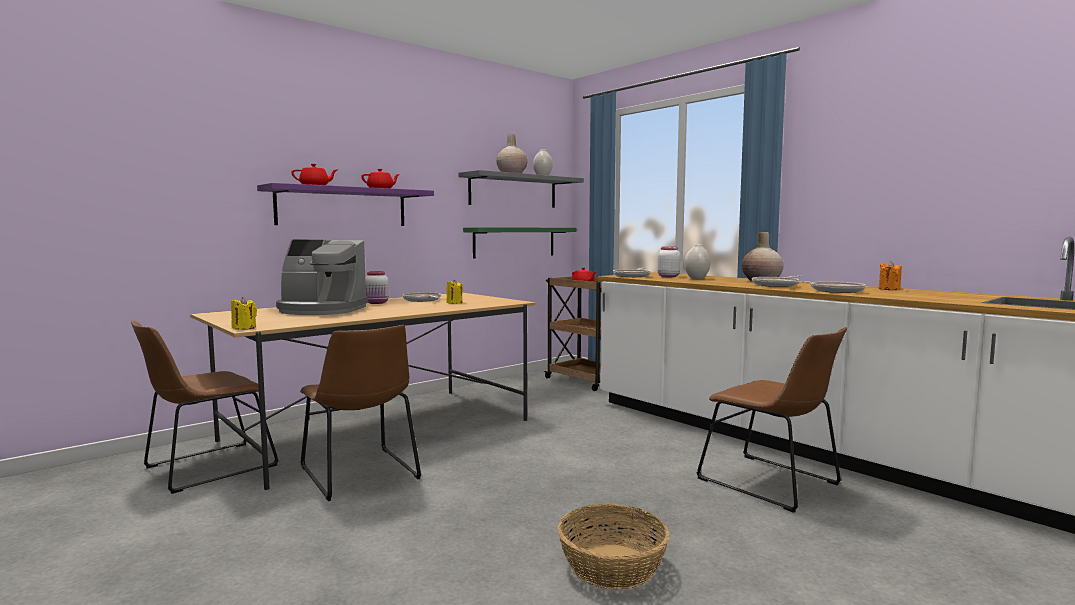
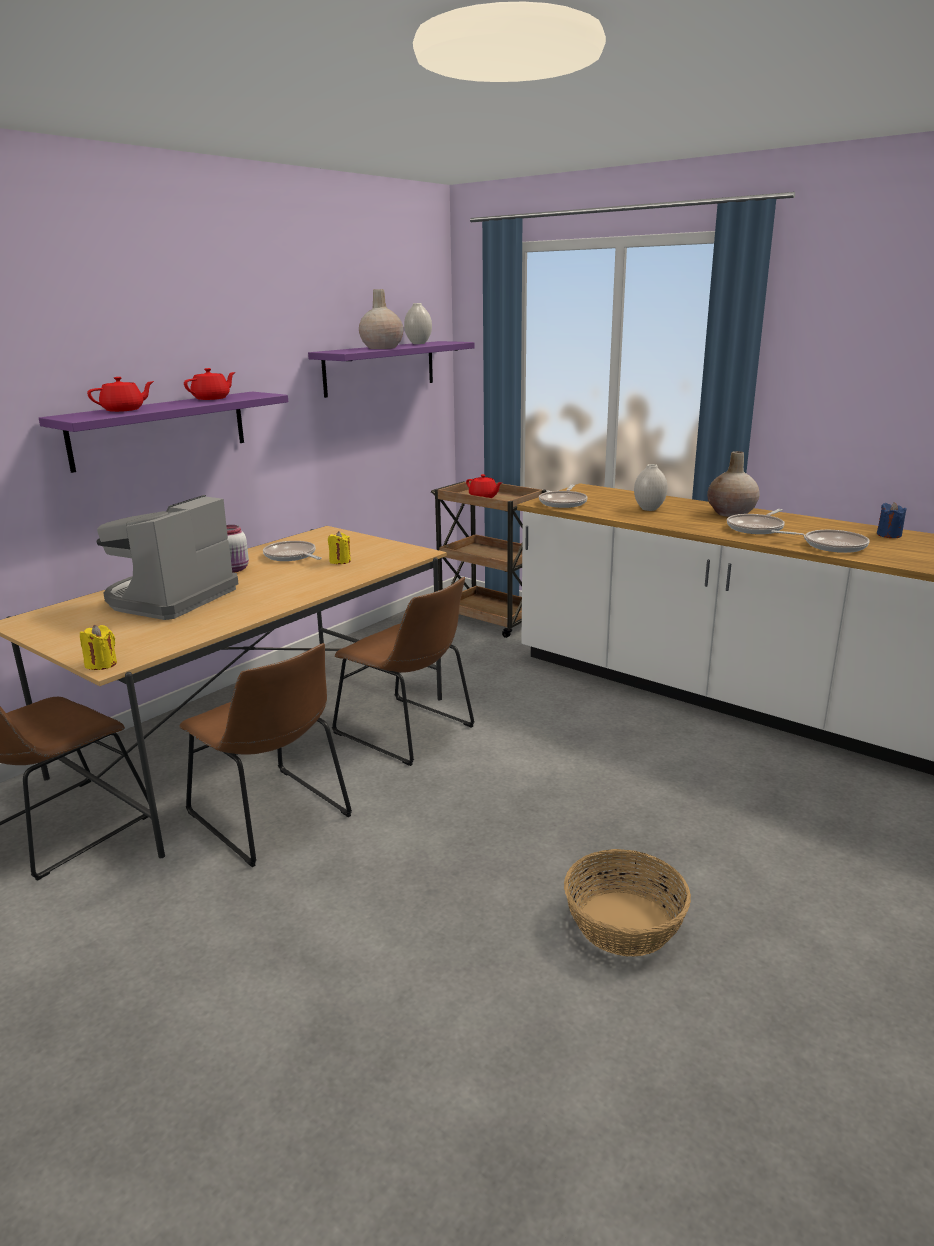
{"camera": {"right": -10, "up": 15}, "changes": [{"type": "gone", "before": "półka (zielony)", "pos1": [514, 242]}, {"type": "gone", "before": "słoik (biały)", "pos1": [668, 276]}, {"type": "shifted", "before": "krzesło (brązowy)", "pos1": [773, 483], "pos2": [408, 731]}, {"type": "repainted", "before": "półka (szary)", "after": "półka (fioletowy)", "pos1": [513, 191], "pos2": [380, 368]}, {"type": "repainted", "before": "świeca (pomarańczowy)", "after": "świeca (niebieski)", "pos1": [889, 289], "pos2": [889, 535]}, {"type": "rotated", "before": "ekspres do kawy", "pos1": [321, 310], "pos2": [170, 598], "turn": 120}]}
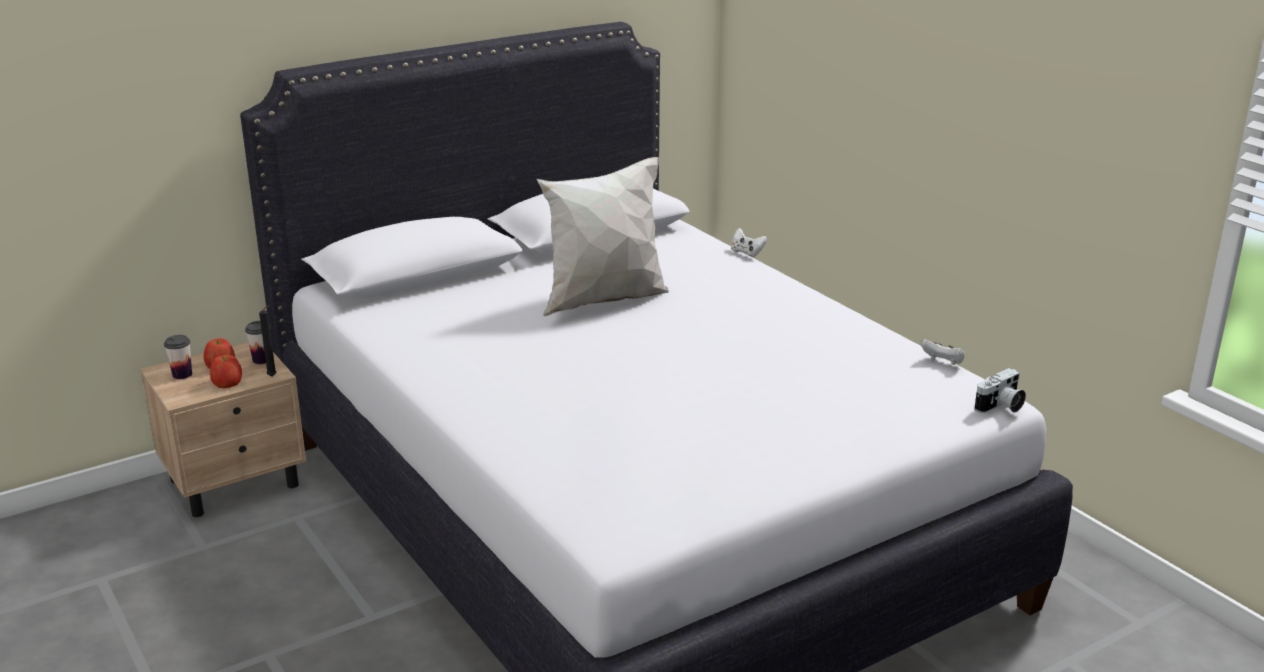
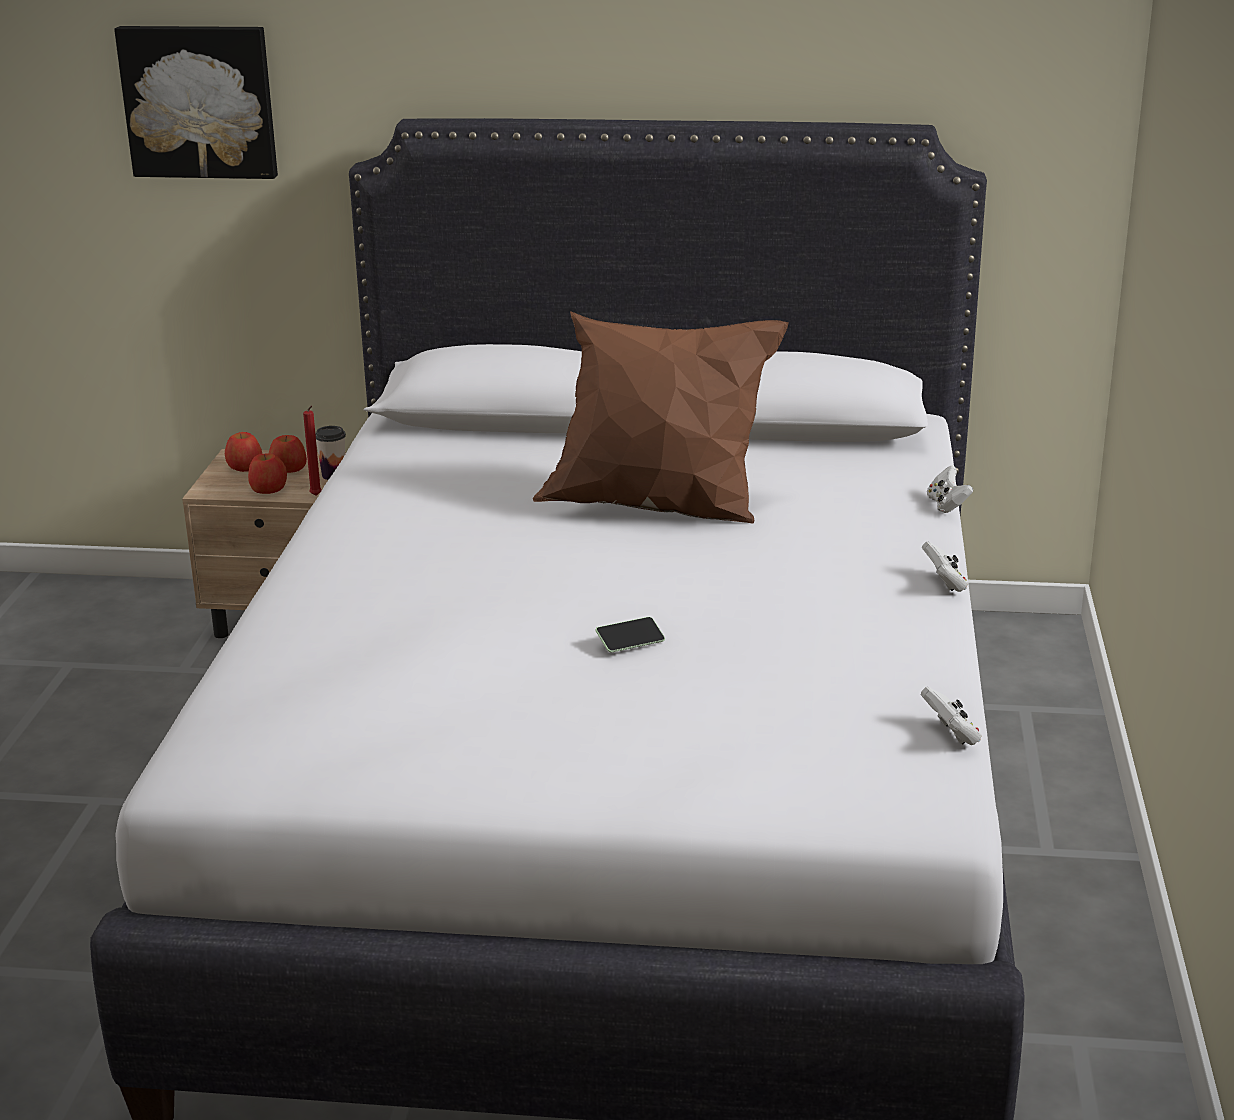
{"camera": {"right": 40, "up": 0}, "changes": [{"type": "gone", "before": "aparat fotograficzny", "pos1": [1000, 407]}, {"type": "new", "after": "obraz", "pos2": [200, 101]}, {"type": "new", "after": "telefon", "pos2": [630, 643]}, {"type": "new", "after": "pad do gier (biały)", "pos2": [944, 584]}, {"type": "swapped", "before": "filiżanka", "after": "jabłko", "pos1": [182, 374], "pos2": [245, 467]}, {"type": "repainted", "before": "świeca (czarny)", "after": "świeca (czerwony)", "pos1": [273, 376], "pos2": [316, 496]}, {"type": "repainted", "before": "poduszka (biały)", "after": "poduszka (brązowy)", "pos1": [605, 301], "pos2": [660, 509]}]}
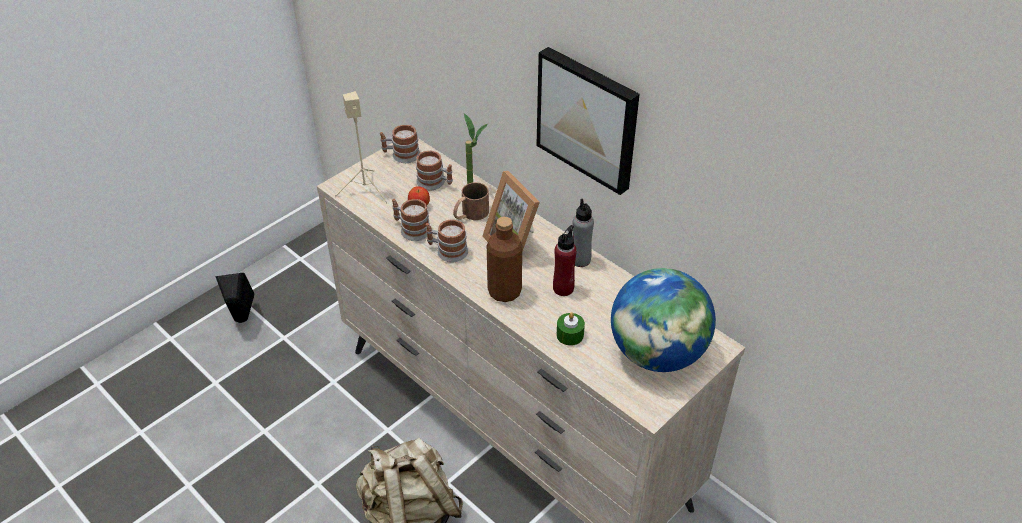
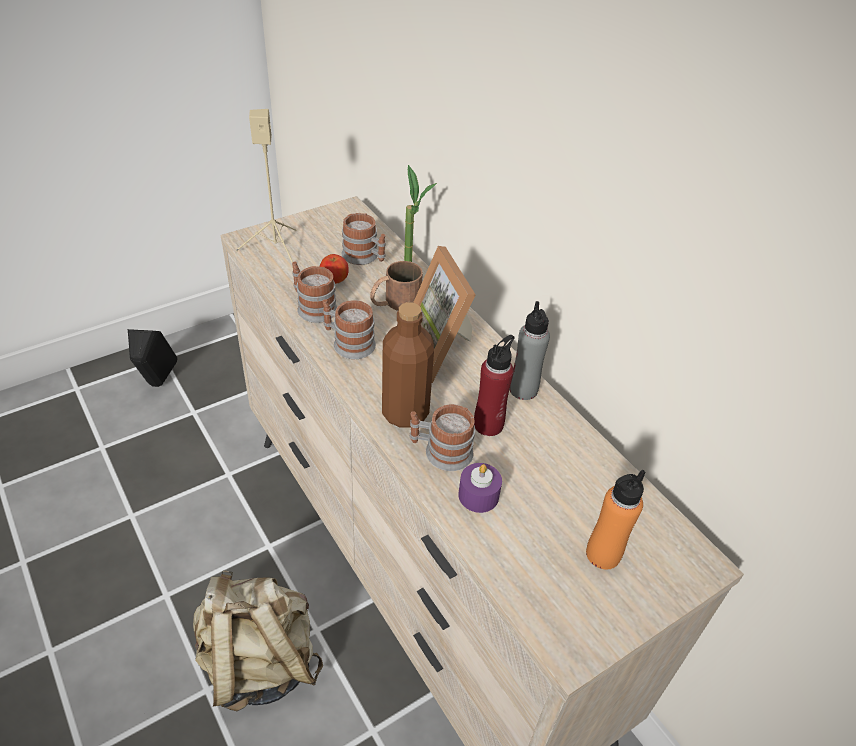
{"camera": {"right": 10, "up": 0}, "changes": [{"type": "gone", "before": "obraz", "pos1": [589, 118]}, {"type": "shifted", "before": "kubek", "pos1": [401, 155], "pos2": [440, 451]}, {"type": "swapped", "before": "globus", "after": "butelka (pomarańczowy)", "pos1": [657, 353], "pos2": [602, 554]}, {"type": "repainted", "before": "świeca (zielony)", "after": "świeca (fioletowy)", "pos1": [570, 335], "pos2": [478, 495]}]}
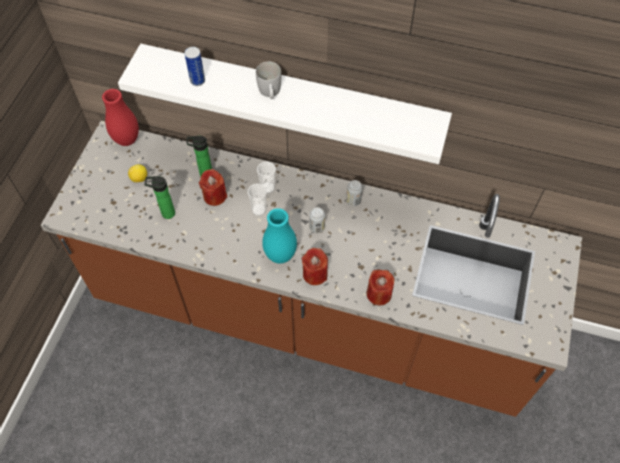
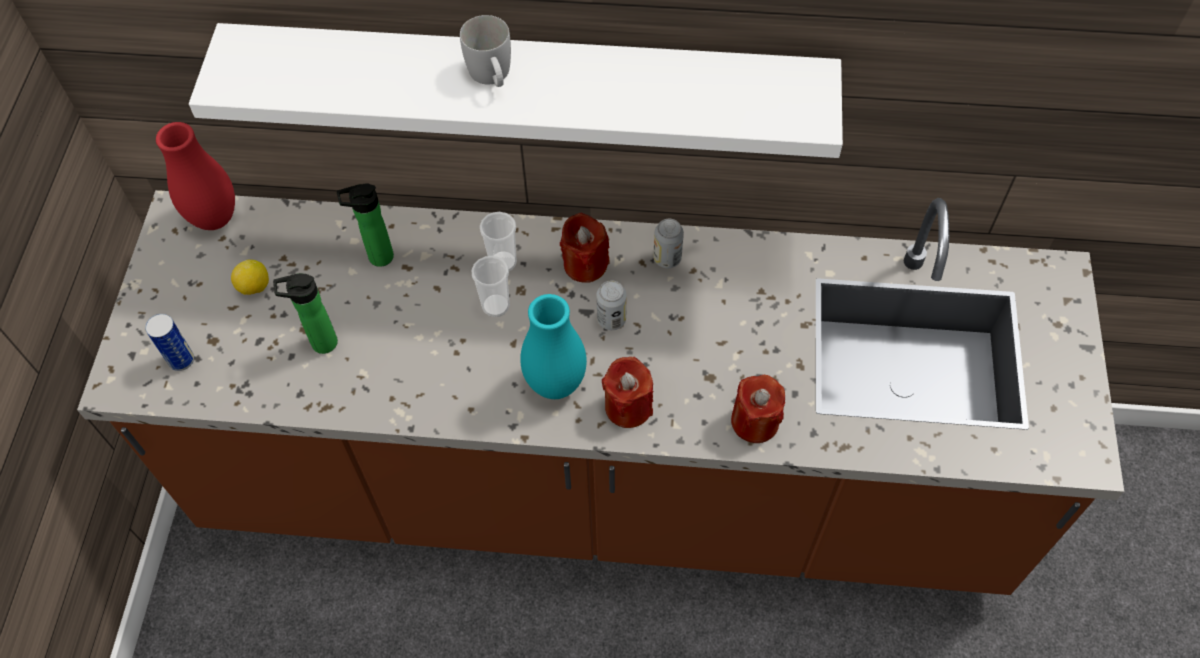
{"camera": {"right": -10, "up": 0}, "changes": [{"type": "shifted", "before": "puszka", "pos1": [197, 81], "pos2": [181, 360]}, {"type": "shifted", "before": "świeca (czerwony)", "pos1": [215, 196], "pos2": [585, 264]}]}
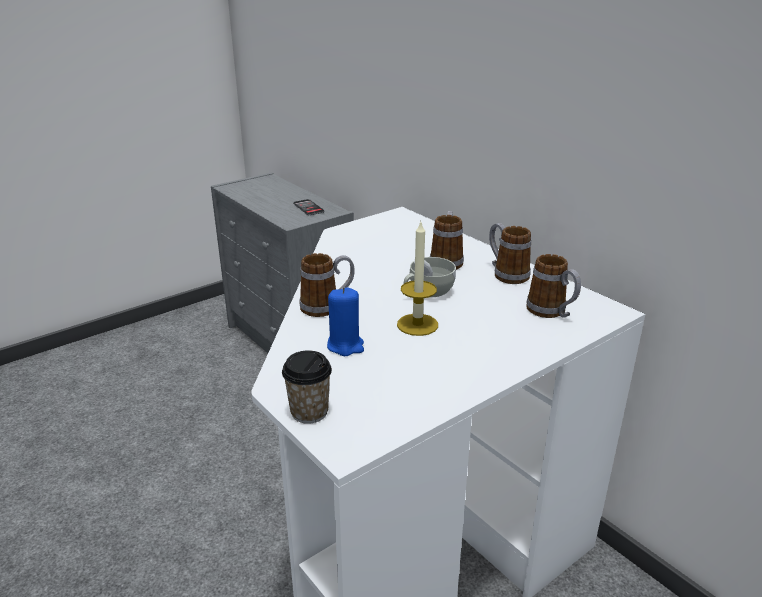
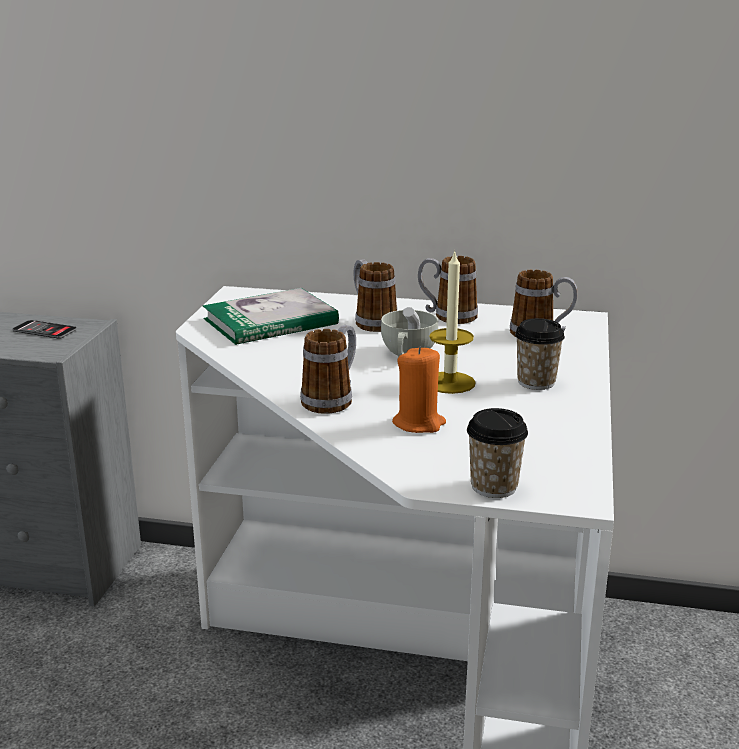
{"camera": {"right": -40, "up": -5}, "changes": [{"type": "new", "after": "książka", "pos2": [270, 321]}, {"type": "new", "after": "filiżanka", "pos2": [536, 382]}, {"type": "repainted", "before": "świeca (niebieski)", "after": "świeca (pomarańczowy)", "pos1": [345, 346], "pos2": [419, 424]}]}
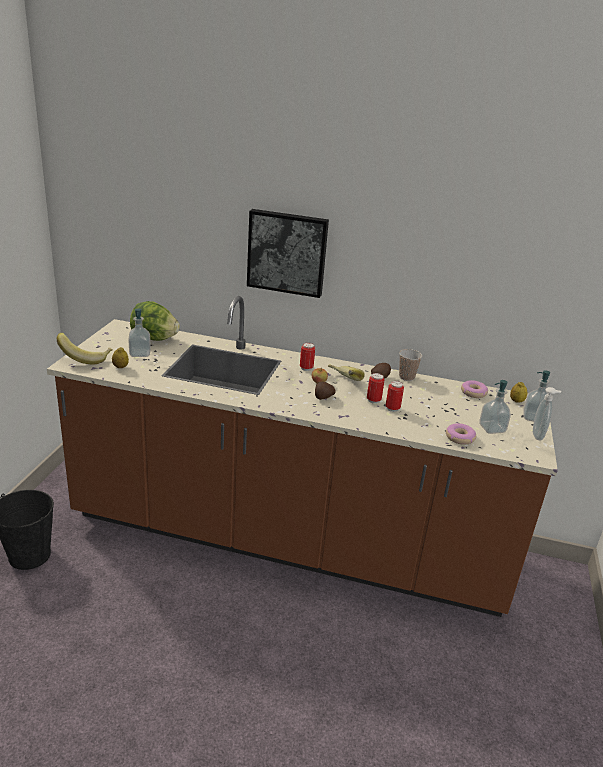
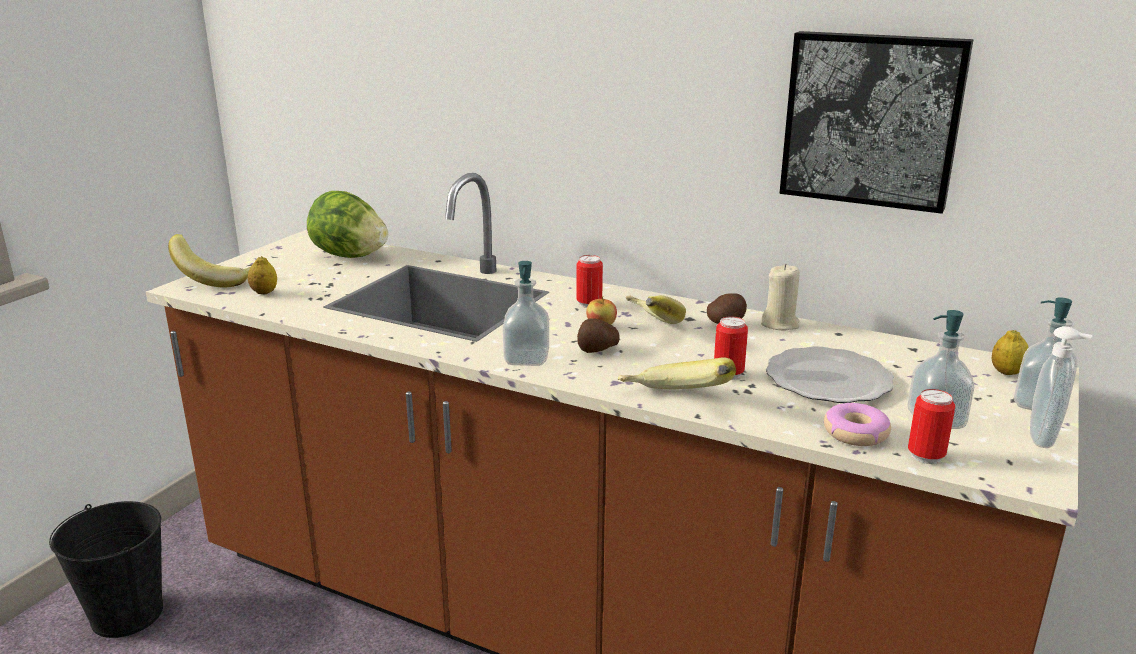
{"camera": {"right": 15, "up": -5}, "changes": [{"type": "gone", "before": "donut", "pos1": [473, 393]}, {"type": "new", "after": "banan", "pos2": [674, 402]}, {"type": "new", "after": "talerz", "pos2": [829, 379]}, {"type": "shifted", "before": "dozownik mydła", "pos1": [140, 353], "pos2": [526, 358]}, {"type": "shifted", "before": "obraz", "pos1": [287, 252], "pos2": [872, 119]}, {"type": "shifted", "before": "puszka", "pos1": [373, 400], "pos2": [925, 456]}, {"type": "swapped", "before": "filiżanka", "after": "świeca (beżowy)", "pos1": [406, 377], "pos2": [780, 324]}]}
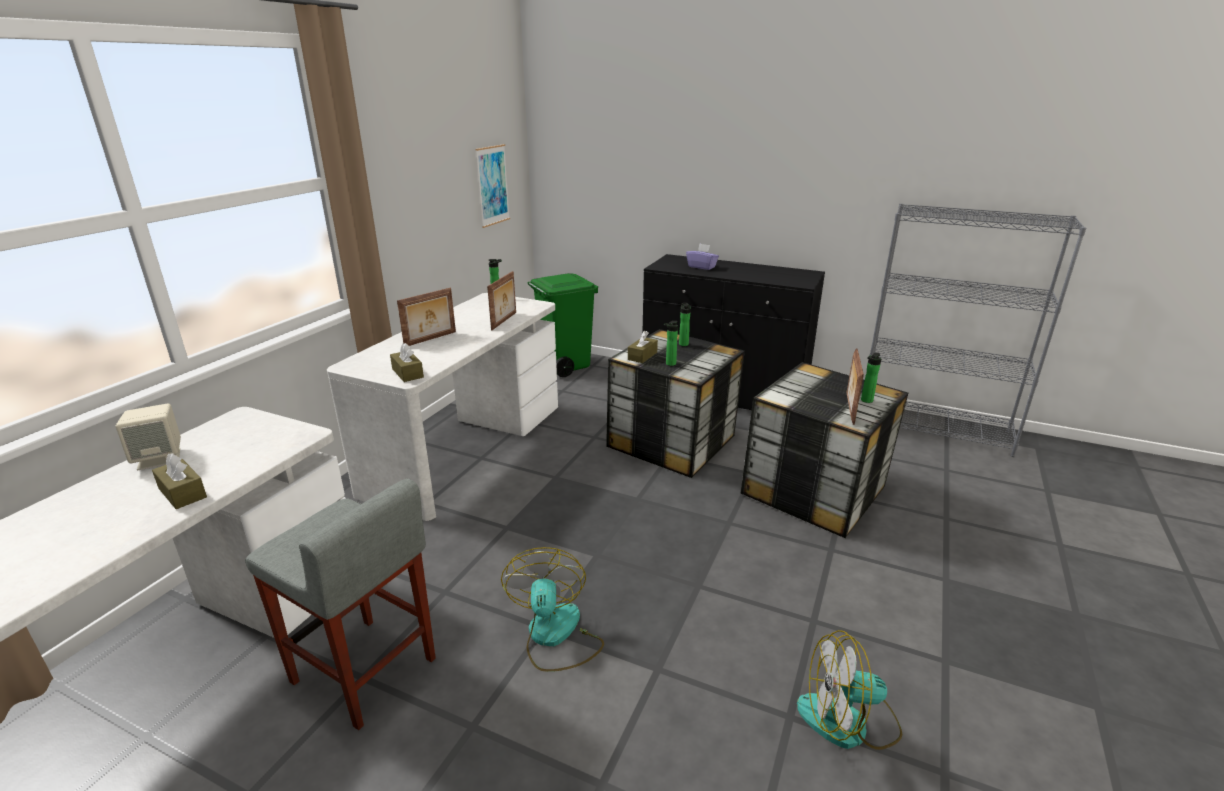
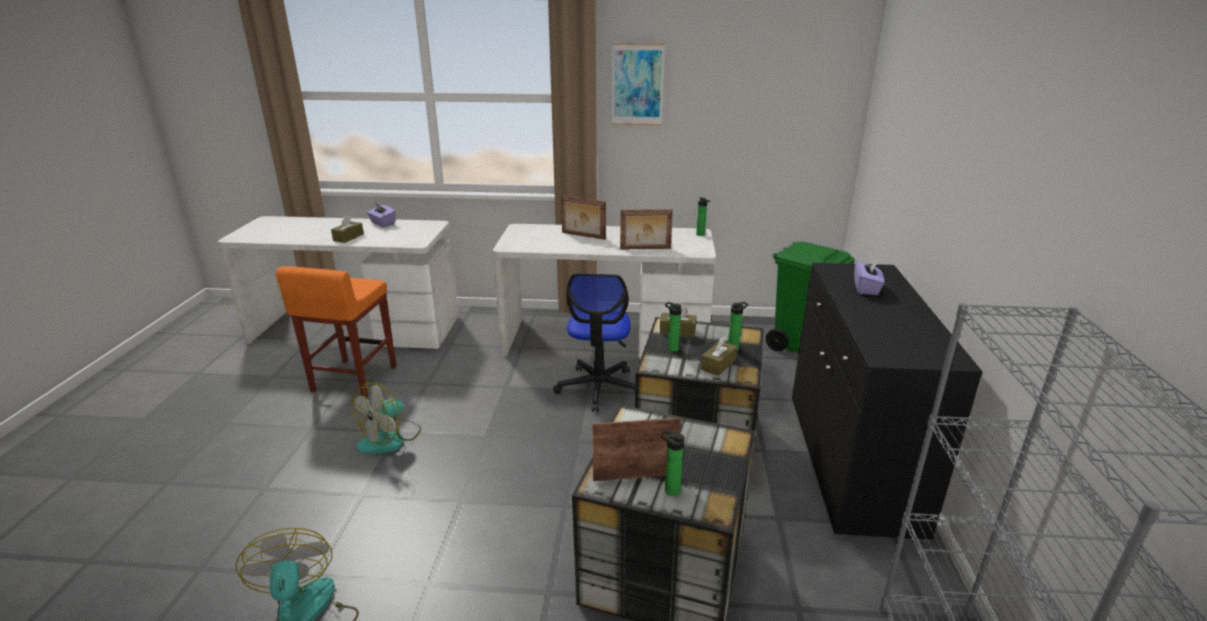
{"camera": {"right": 70, "up": 0}, "changes": [{"type": "new", "after": "krzesło biurowe", "pos2": [599, 388]}, {"type": "shifted", "before": "pudełko chusteczek (brązowy)", "pos1": [407, 373], "pos2": [718, 365]}, {"type": "shifted", "before": "obraz", "pos1": [492, 185], "pos2": [637, 84]}, {"type": "swapped", "before": "głośnik (beżowy)", "after": "pudełko chusteczek (fioletowy)", "pos1": [160, 458], "pos2": [382, 223]}, {"type": "repainted", "before": "stołek (szary)", "after": "stołek (pomarańczowy)", "pos1": [365, 671], "pos2": [353, 379]}, {"type": "rotated", "before": "wentylator", "pos1": [555, 636], "pos2": [390, 439], "turn": 150}]}
